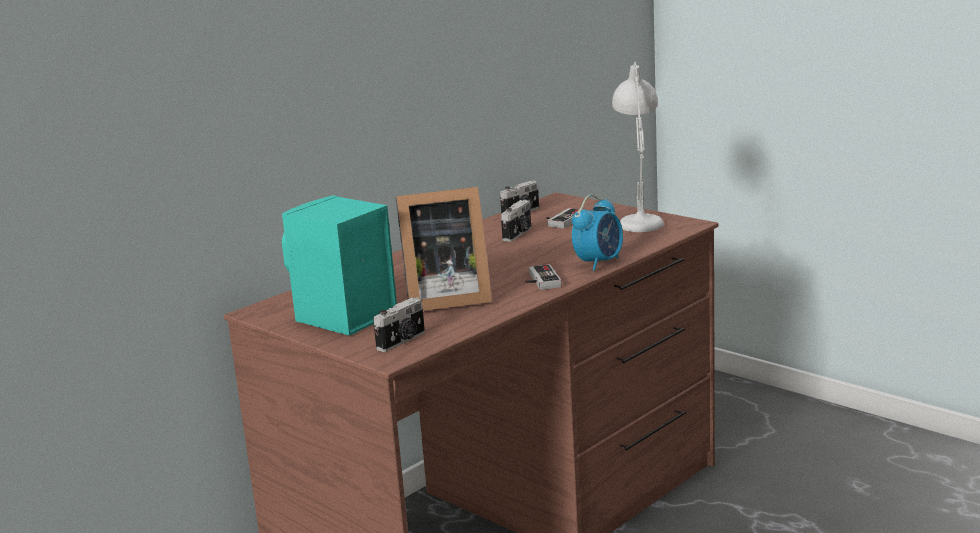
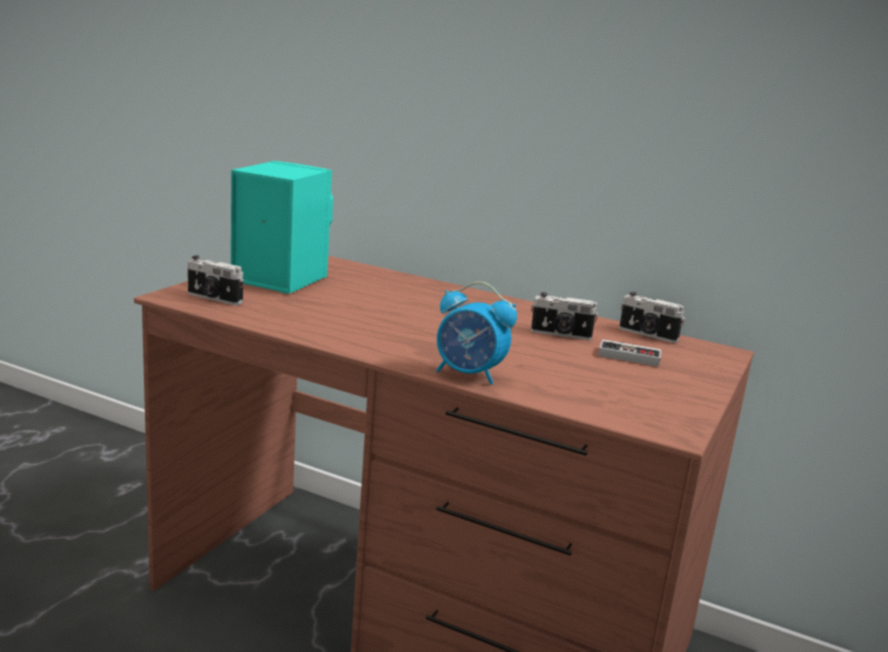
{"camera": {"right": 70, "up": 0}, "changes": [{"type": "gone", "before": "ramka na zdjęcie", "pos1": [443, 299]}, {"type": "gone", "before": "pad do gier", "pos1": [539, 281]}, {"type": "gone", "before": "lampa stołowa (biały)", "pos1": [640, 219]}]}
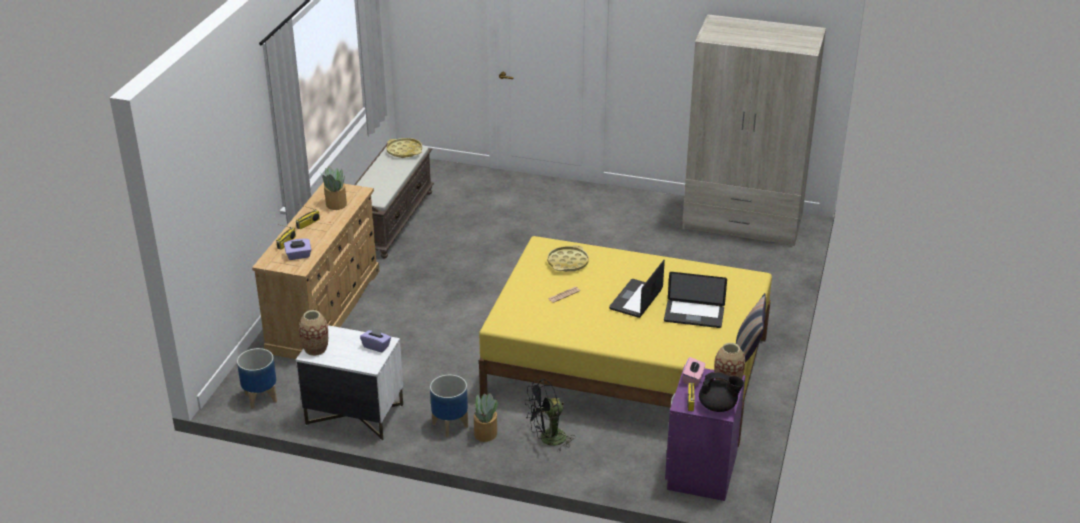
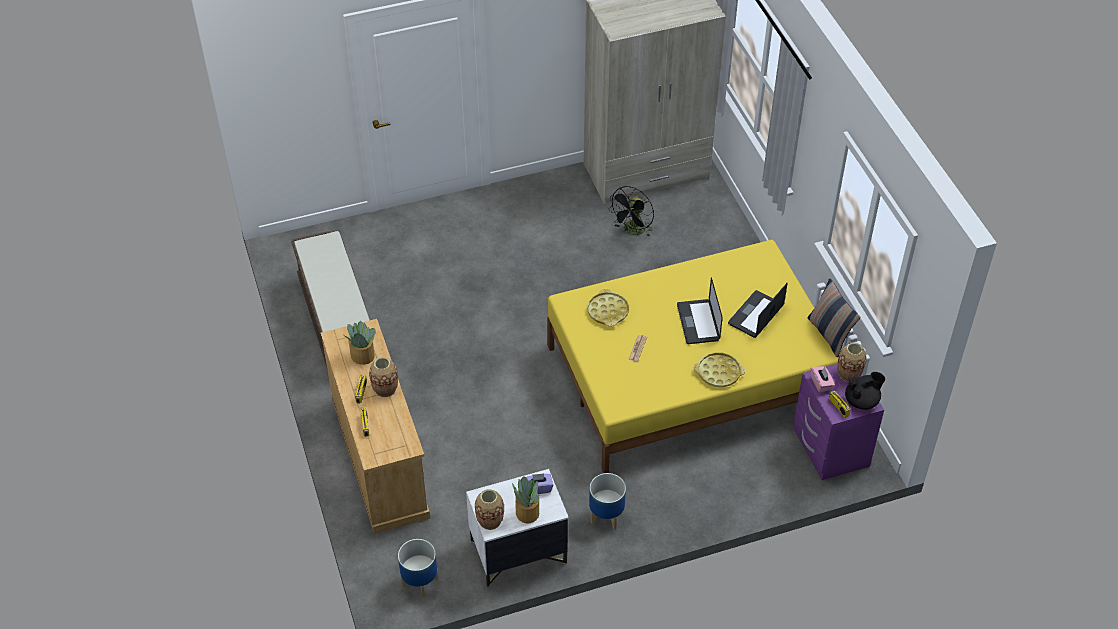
{"camera": {"right": -35, "up": 15}, "changes": [{"type": "gone", "before": "pudełko chusteczek (fioletowy)", "pos1": [298, 256]}, {"type": "new", "after": "wazon", "pos2": [385, 389]}, {"type": "shifted", "before": "taca (żółty)", "pos1": [404, 151], "pos2": [718, 372]}, {"type": "shifted", "before": "roślina doniczkowa", "pos1": [485, 434], "pos2": [527, 513]}, {"type": "shifted", "before": "wentylator (czarny)", "pos1": [548, 440], "pos2": [633, 231]}, {"type": "rotated", "before": "laptop", "pos1": [694, 315], "pos2": [755, 315], "turn": 150}]}
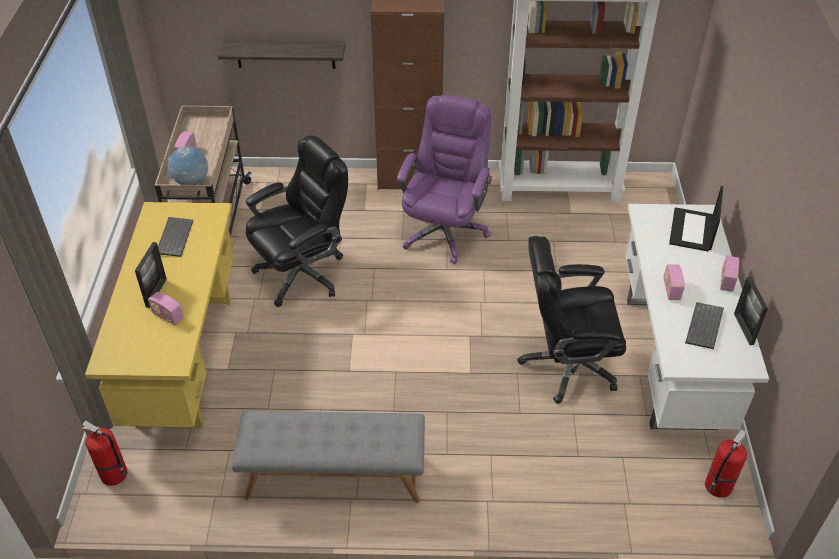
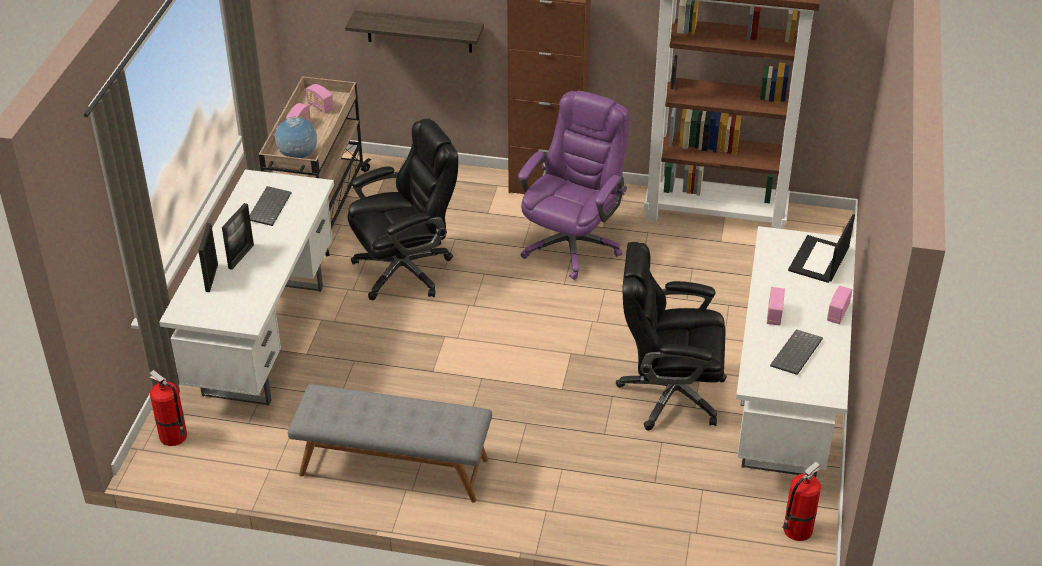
{"camera": {"right": 10, "up": -5}, "changes": [{"type": "shifted", "before": "radio", "pos1": [168, 316], "pos2": [320, 106]}, {"type": "shifted", "before": "ramka na zdjęcie", "pos1": [743, 329], "pos2": [211, 278]}, {"type": "repainted", "before": "biurko (żółty)", "after": "biurko (biały)", "pos1": [184, 358], "pos2": [263, 338]}]}
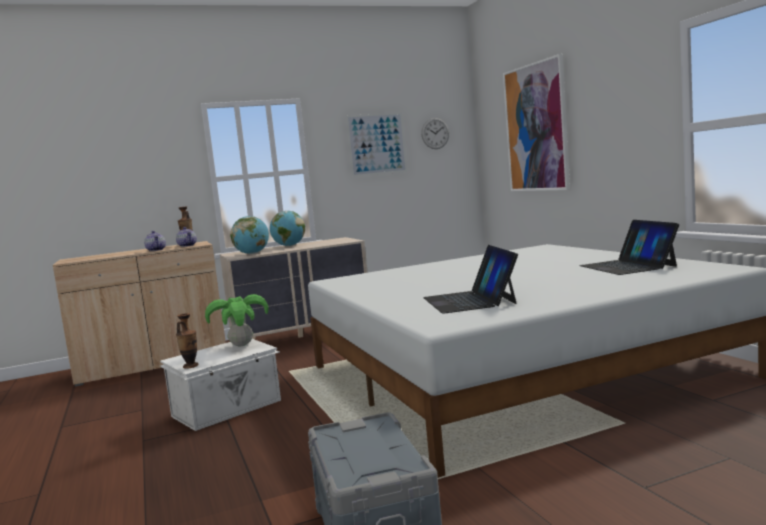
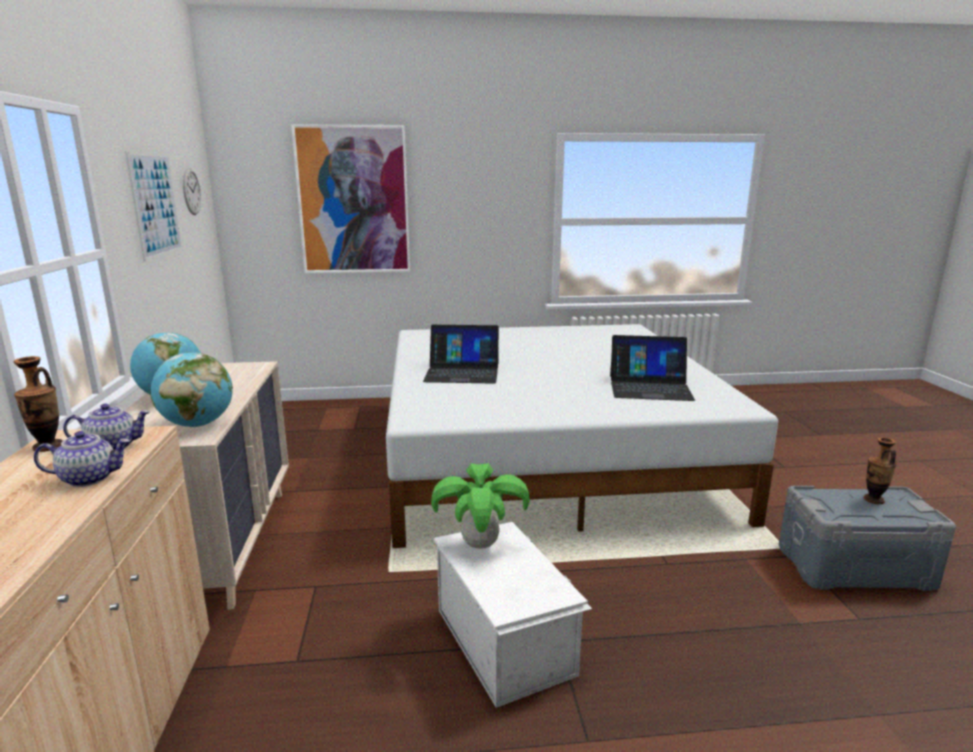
{"camera": {"right": -75, "up": 10}, "changes": [{"type": "shifted", "before": "wazon", "pos1": [190, 366], "pos2": [873, 500]}, {"type": "shifted", "before": "laptop", "pos1": [627, 266], "pos2": [462, 372]}]}
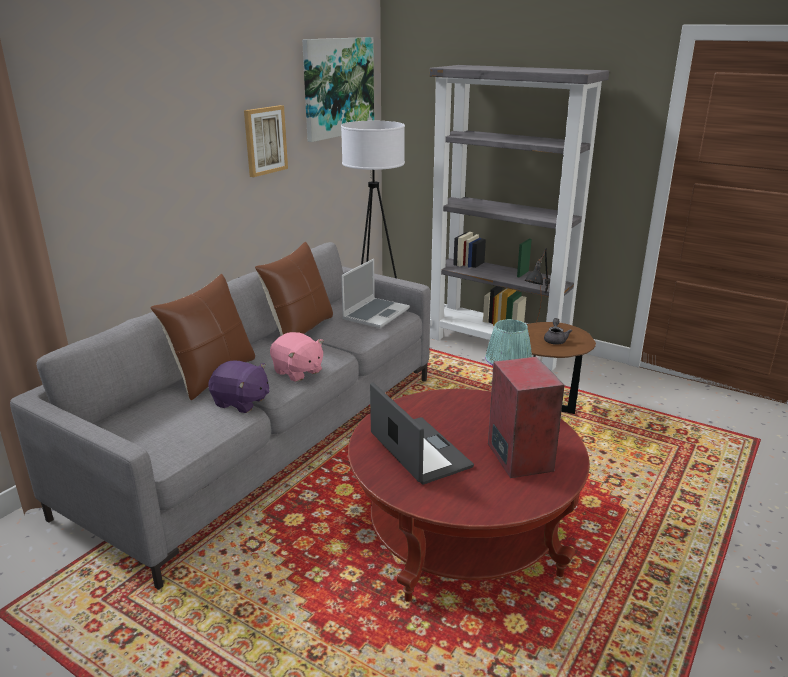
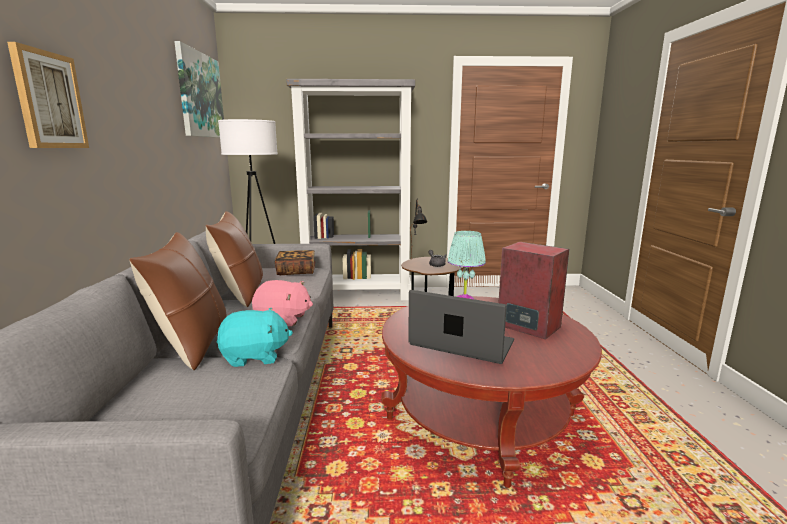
{"camera": {"right": -35, "up": -10}, "changes": [{"type": "shifted", "before": "obraz", "pos1": [265, 140], "pos2": [49, 100]}, {"type": "swapped", "before": "laptop", "after": "książka", "pos1": [376, 314], "pos2": [296, 271]}, {"type": "repainted", "before": "pluszak (fioletowy)", "after": "pluszak (turkusowy)", "pos1": [241, 402], "pos2": [255, 357]}]}
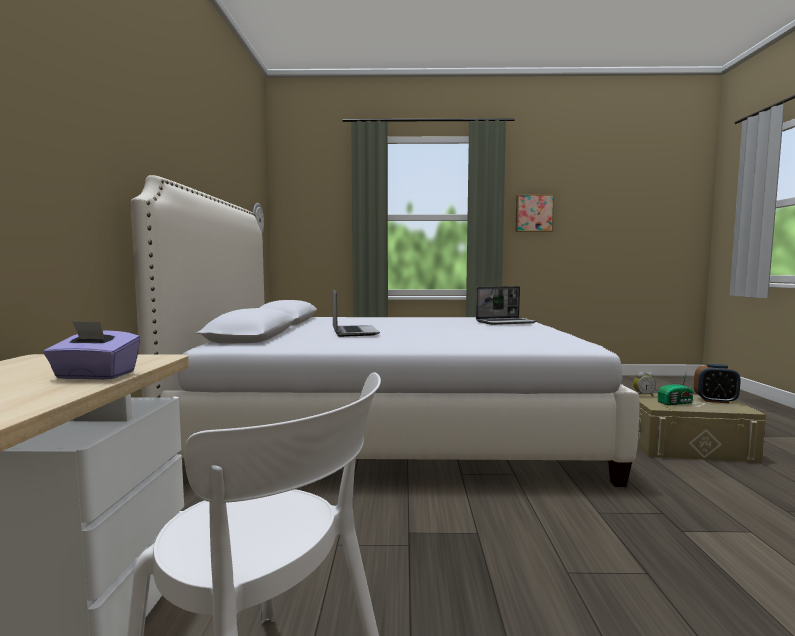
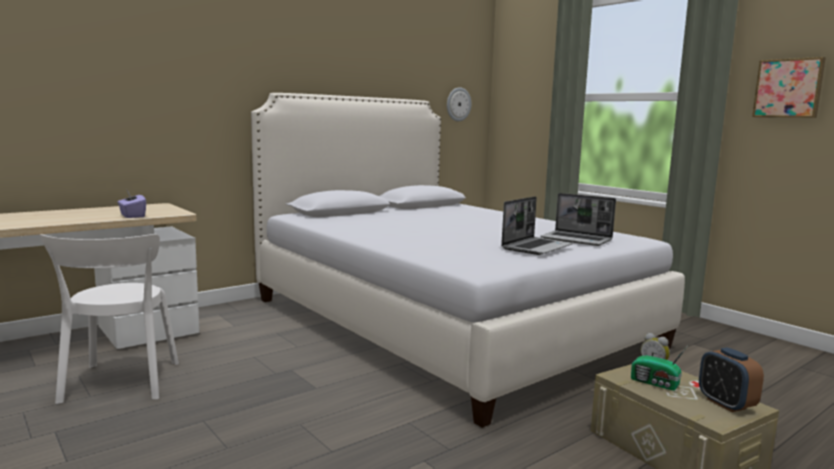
{"camera": {"right": 50, "up": 5}, "changes": [{"type": "shifted", "before": "laptop", "pos1": [353, 332], "pos2": [536, 247]}]}
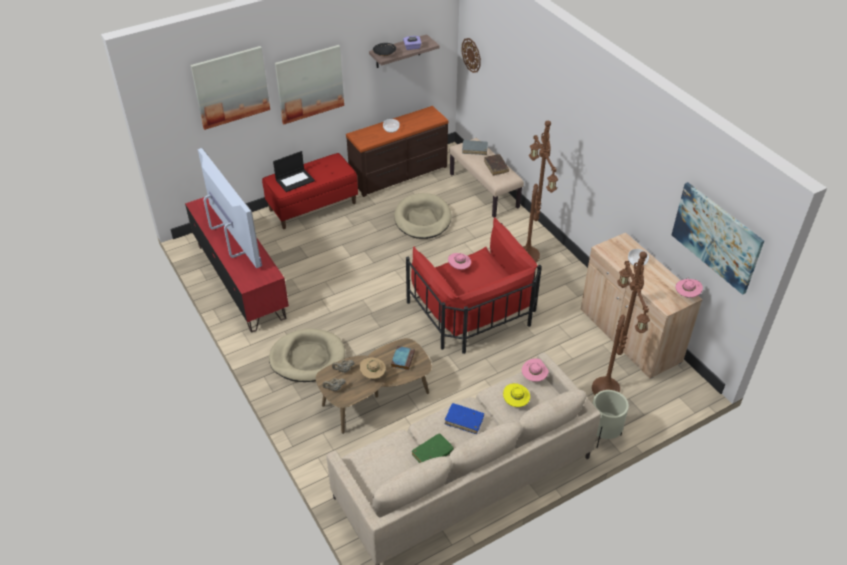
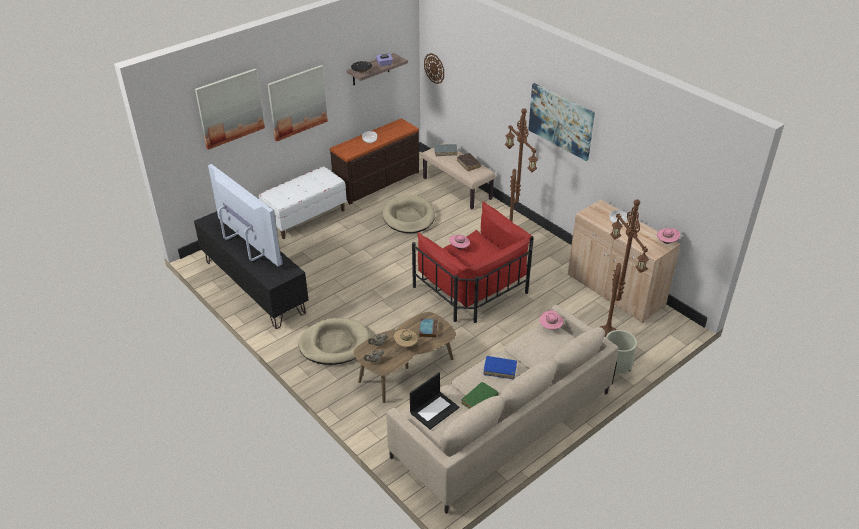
{"camera": {"right": -10, "up": -5}, "changes": [{"type": "gone", "before": "kapelusz (żółty)", "pos1": [515, 402]}, {"type": "shifted", "before": "laptop", "pos1": [295, 180], "pos2": [434, 409]}, {"type": "shifted", "before": "obraz", "pos1": [716, 237], "pos2": [561, 121]}, {"type": "repainted", "before": "szafka pod telewizor (czerwony)", "after": "szafka pod telewizor (czarny)", "pos1": [240, 280], "pos2": [254, 286]}, {"type": "repainted", "before": "ławka (czerwony)", "after": "ławka (biały)", "pos1": [312, 206], "pos2": [305, 217]}]}
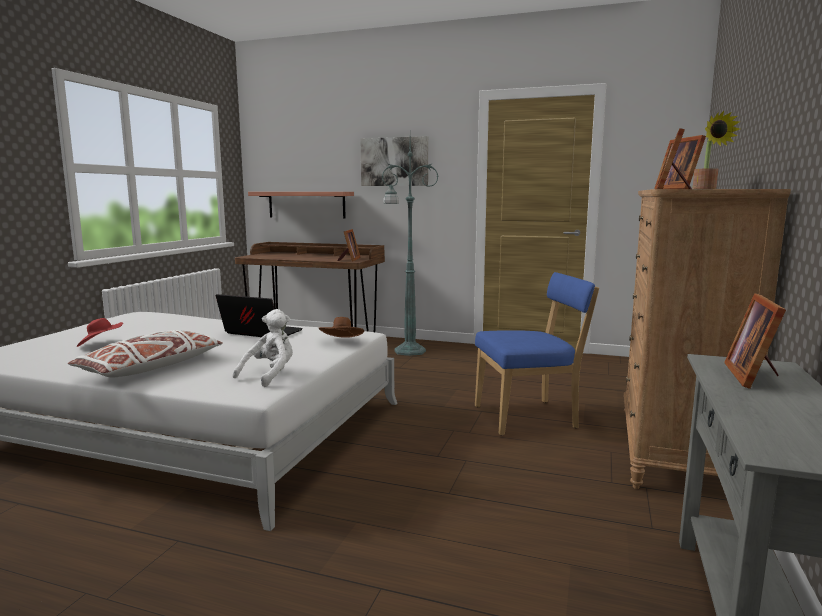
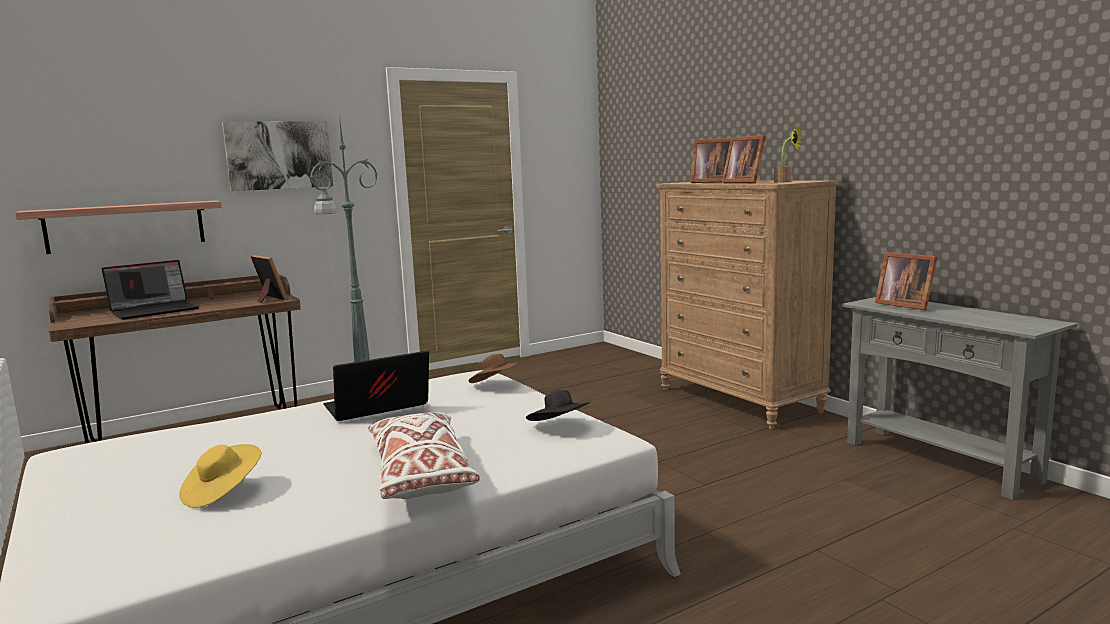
{"camera": {"right": -50, "up": 0}, "changes": [{"type": "gone", "before": "krzesło (niebieski)", "pos1": [530, 417]}, {"type": "new", "after": "laptop", "pos2": [155, 311]}, {"type": "swapped", "before": "pluszak (biały)", "after": "kapelusz (czarny)", "pos1": [270, 375], "pos2": [560, 427]}, {"type": "repainted", "before": "kapelusz (czerwony)", "after": "kapelusz (żółty)", "pos1": [101, 345], "pos2": [222, 492]}]}
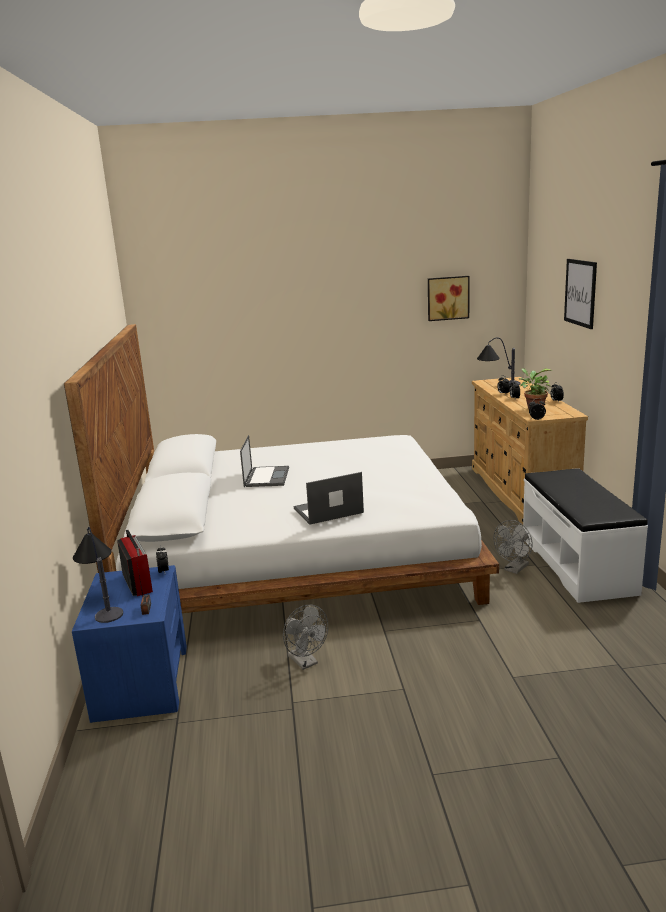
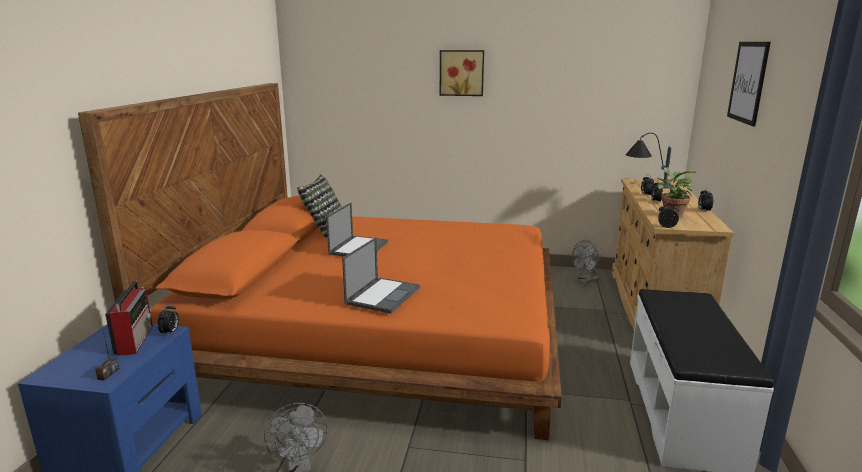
{"camera": {"right": 15, "up": 0}, "changes": [{"type": "gone", "before": "lampa stołowa", "pos1": [103, 603]}, {"type": "new", "after": "poduszka", "pos2": [324, 228]}, {"type": "shifted", "before": "obraz", "pos1": [447, 298], "pos2": [461, 73]}, {"type": "shifted", "before": "wentylator (szary)", "pos1": [514, 569], "pos2": [585, 281]}, {"type": "repainted", "before": "łóżko (biały)", "after": "łóżko (pomarańczowy)", "pos1": [297, 551], "pos2": [381, 329]}, {"type": "rotated", "before": "laptop", "pos1": [327, 511], "pos2": [383, 295], "turn": 120}]}
